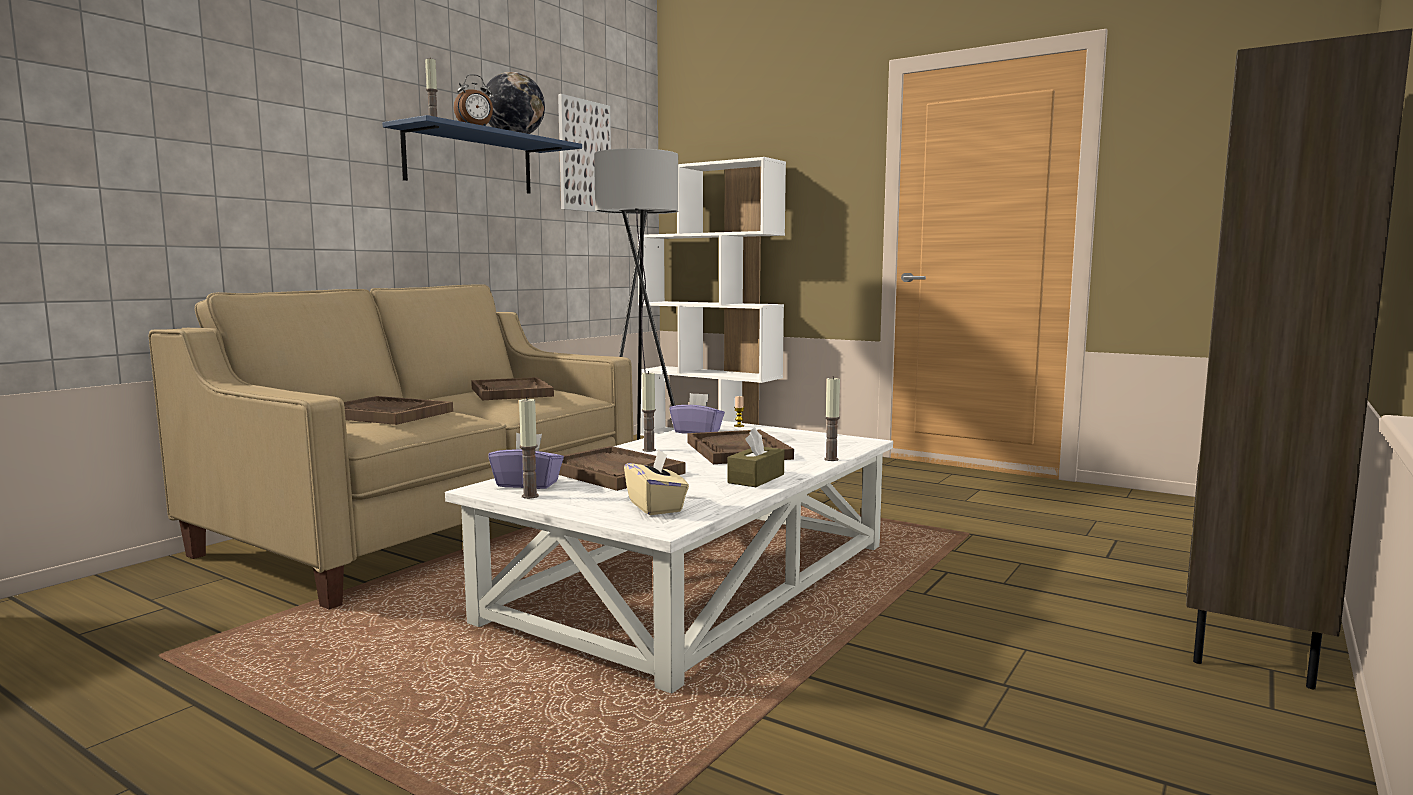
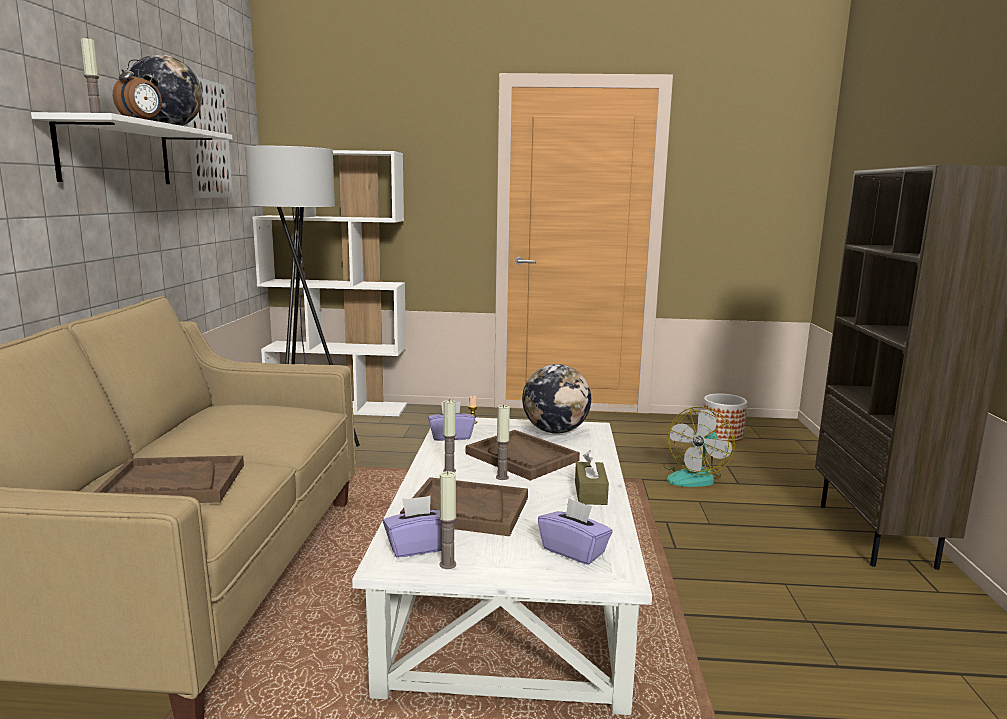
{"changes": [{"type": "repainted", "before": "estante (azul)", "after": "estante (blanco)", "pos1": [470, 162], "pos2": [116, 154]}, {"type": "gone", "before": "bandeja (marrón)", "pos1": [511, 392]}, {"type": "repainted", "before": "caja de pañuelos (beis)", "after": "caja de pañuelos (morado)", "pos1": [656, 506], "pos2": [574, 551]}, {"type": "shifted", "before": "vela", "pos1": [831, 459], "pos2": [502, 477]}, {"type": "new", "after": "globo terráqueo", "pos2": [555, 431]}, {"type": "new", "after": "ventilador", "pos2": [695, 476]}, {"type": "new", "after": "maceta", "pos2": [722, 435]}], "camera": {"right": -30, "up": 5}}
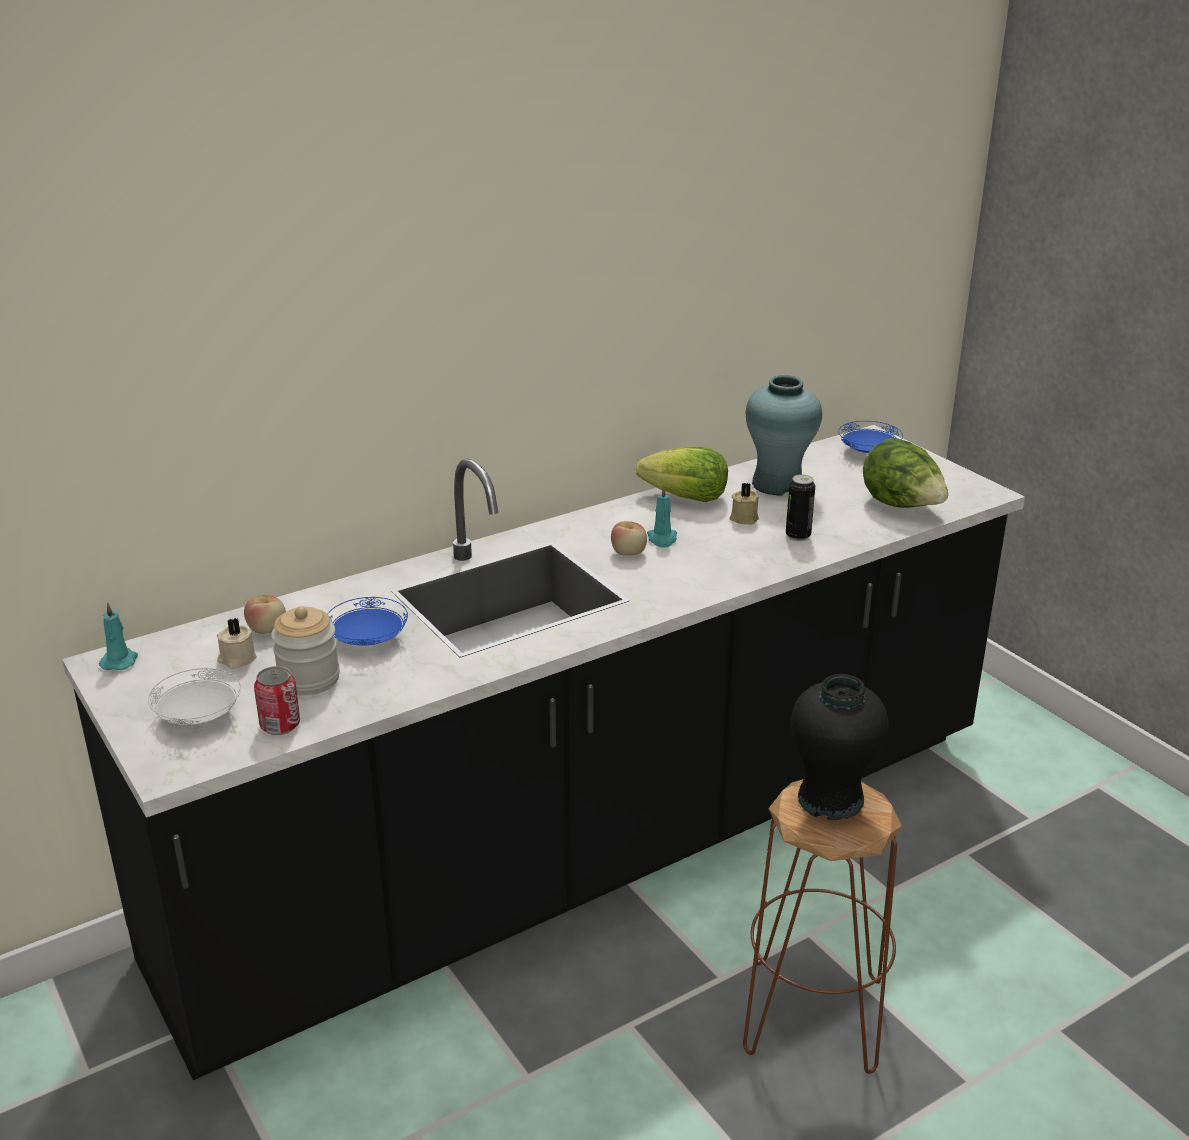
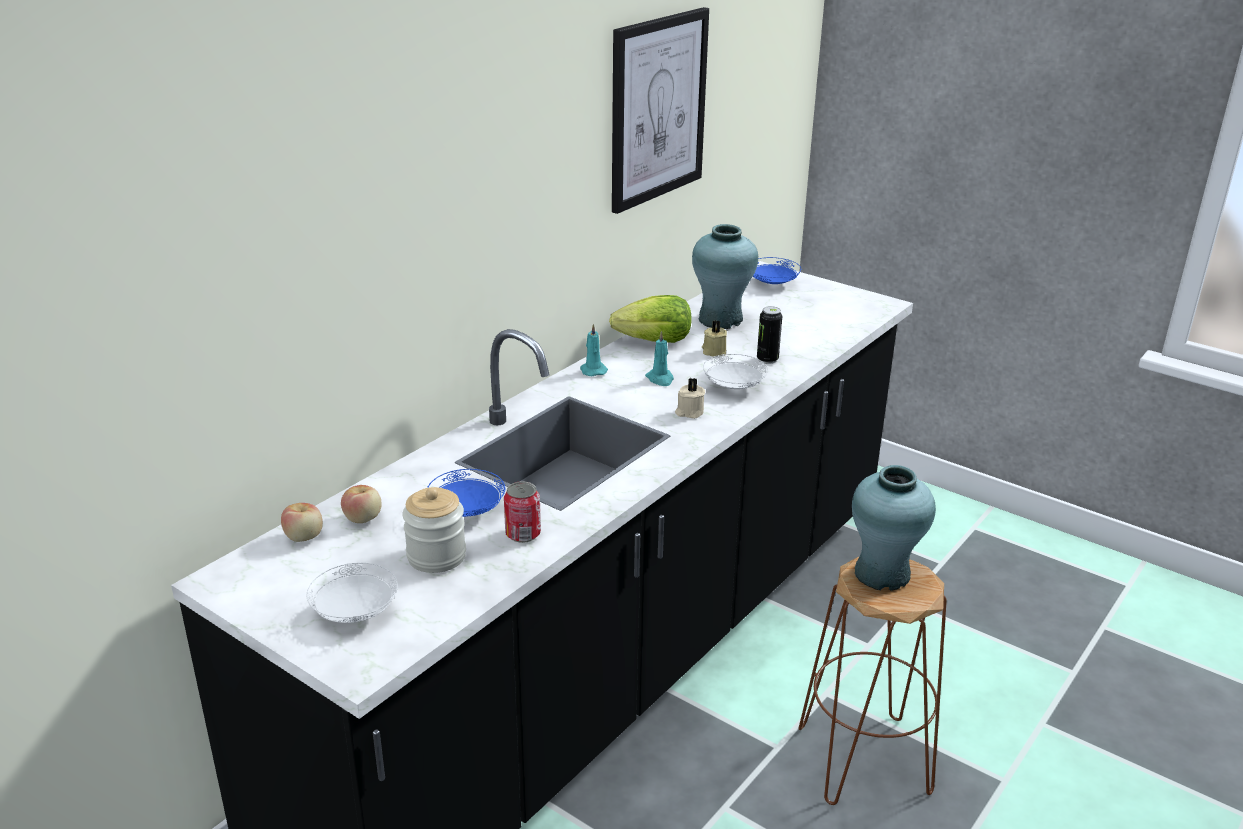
{"changes": [{"type": "shifted", "before": "vela (turquesa)", "pos1": [120, 661], "pos2": [592, 370]}, {"type": "shifted", "before": "vela (beis)", "pos1": [236, 659], "pos2": [689, 412]}, {"type": "shifted", "before": "lata", "pos1": [280, 725], "pos2": [523, 534]}, {"type": "shifted", "before": "manzana", "pos1": [629, 553], "pos2": [304, 537]}, {"type": "repainted", "before": "florero (negro)", "after": "florero (turquesa)", "pos1": [831, 800], "pos2": [882, 574]}, {"type": "gone", "before": "lechuga", "pos1": [902, 506]}, {"type": "new", "after": "cuadro", "pos2": [657, 109]}, {"type": "new", "after": "plato (blanco)", "pos2": [734, 387]}], "camera": {"right": -20, "up": 0}}
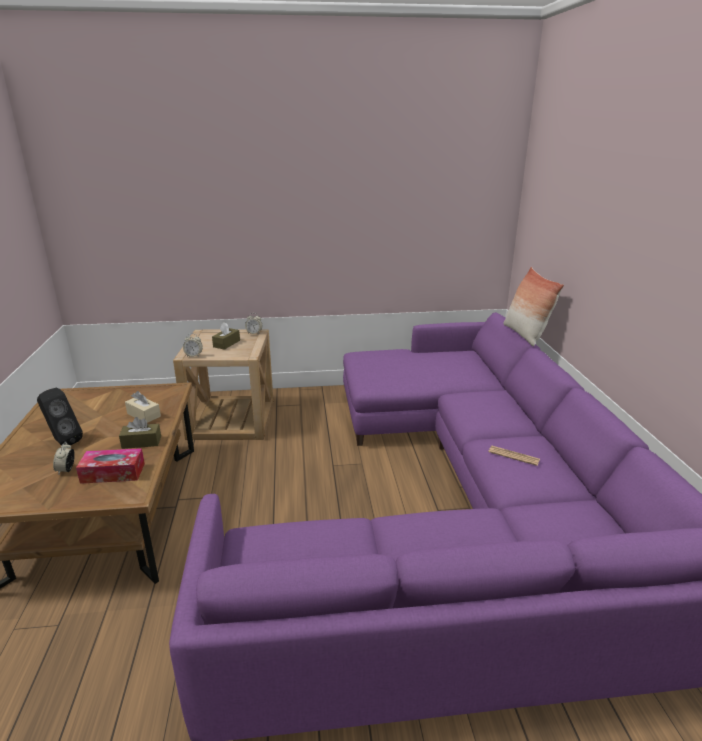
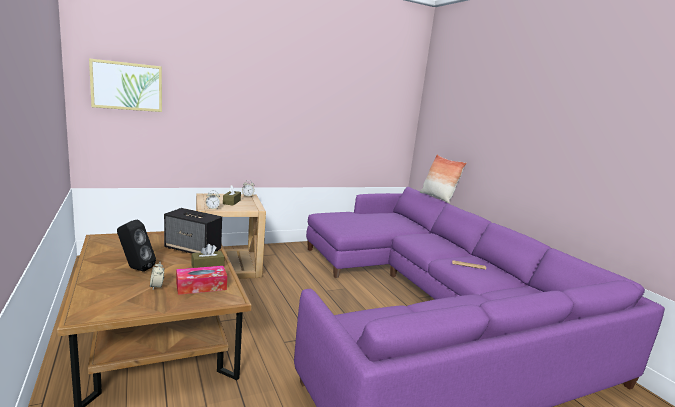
{"changes": [{"type": "swapped", "before": "caja de pañuelos (beis)", "after": "altavoz", "pos1": [144, 415], "pos2": [193, 249]}, {"type": "new", "after": "cuadro", "pos2": [127, 86]}], "camera": {"right": -20, "up": -10}}
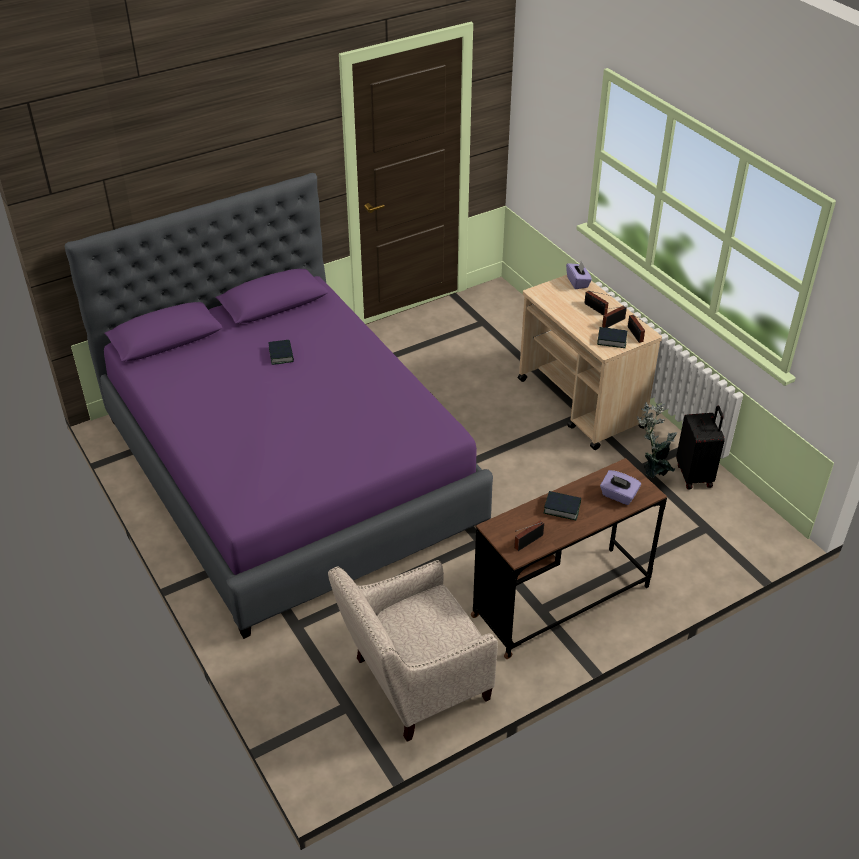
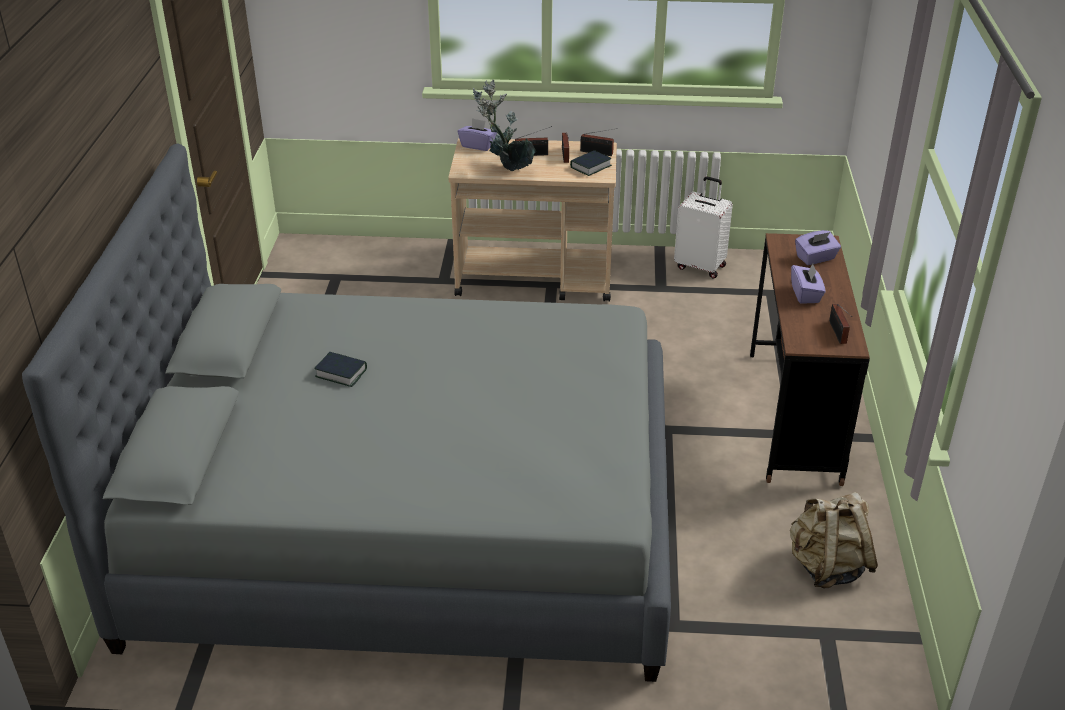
{"changes": [{"type": "repainted", "before": "cama (morado)", "after": "cama (gris)", "pos1": [289, 471], "pos2": [409, 522]}, {"type": "swapped", "before": "sillón (beis)", "after": "mochila (beis)", "pos1": [413, 682], "pos2": [827, 567]}, {"type": "swapped", "before": "libro", "after": "caja de pañuelos (morado)", "pos1": [562, 508], "pos2": [806, 294]}, {"type": "shifted", "before": "planta en maceta", "pos1": [653, 470], "pos2": [507, 171]}, {"type": "repainted", "before": "maleta (negro)", "after": "maleta (blanco)", "pos1": [695, 475], "pos2": [700, 266]}], "camera": {"right": -55, "up": -5}}
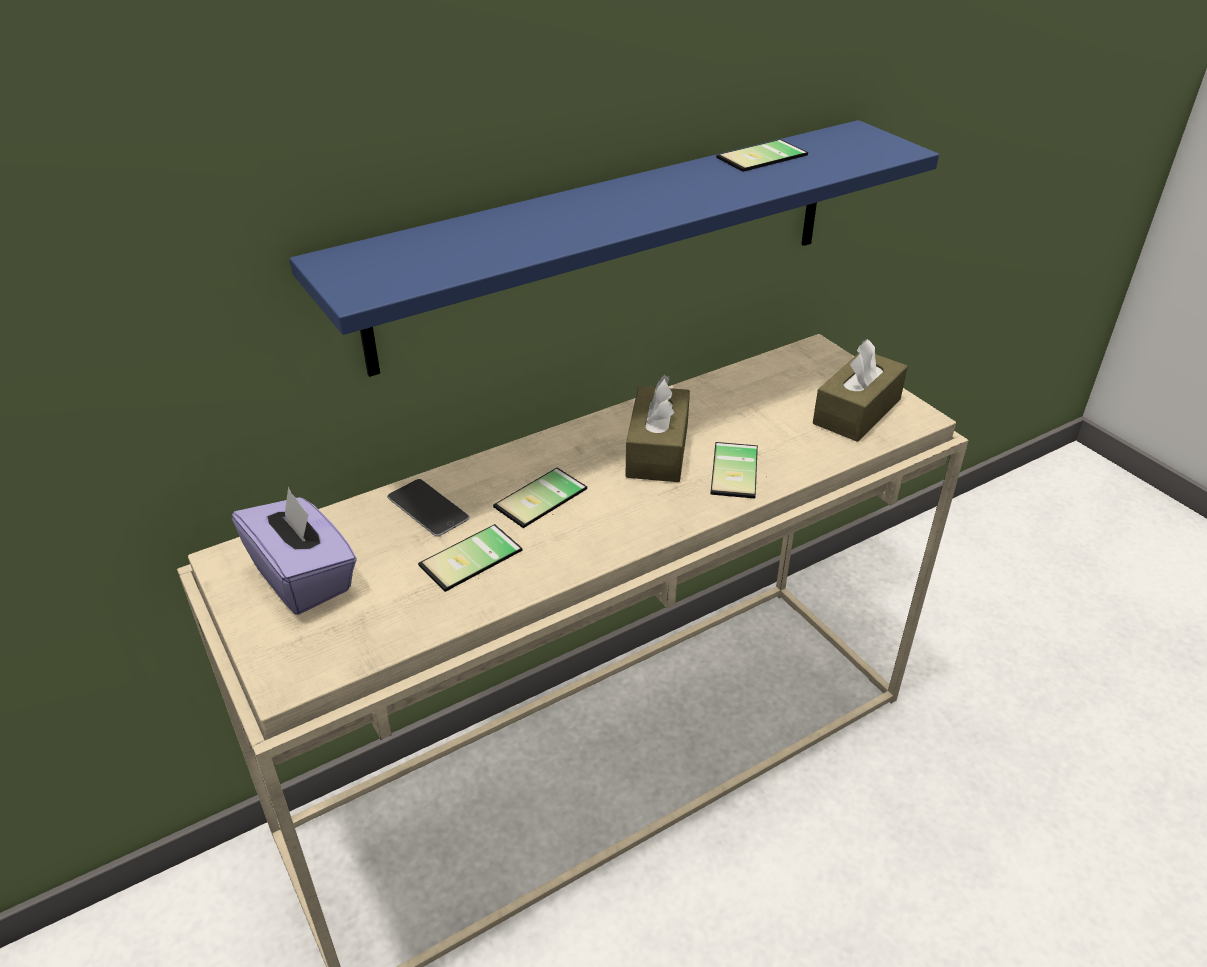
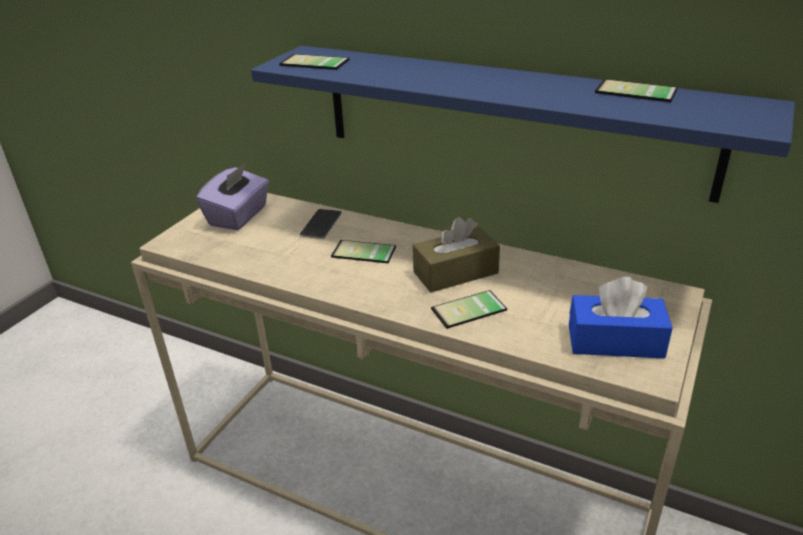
{"changes": [{"type": "shifted", "before": "móvil", "pos1": [473, 560], "pos2": [313, 63]}, {"type": "repainted", "before": "caja de pañuelos (marrón)", "after": "caja de pañuelos (azul)", "pos1": [857, 411], "pos2": [615, 341]}], "camera": {"right": 60, "up": -5}}
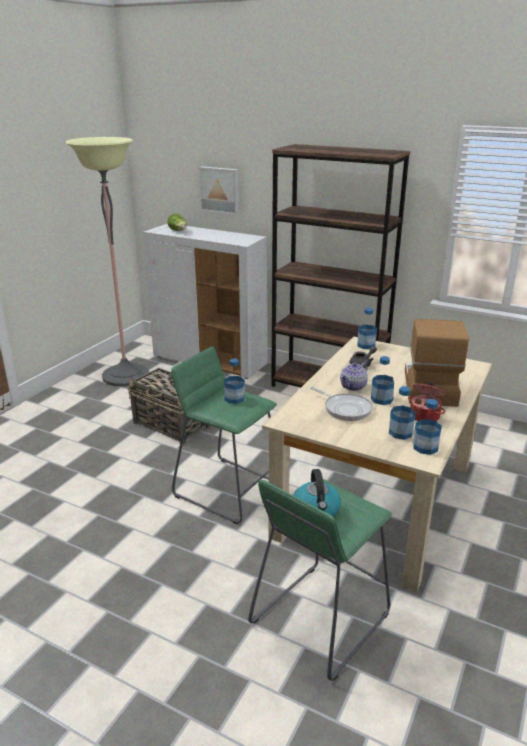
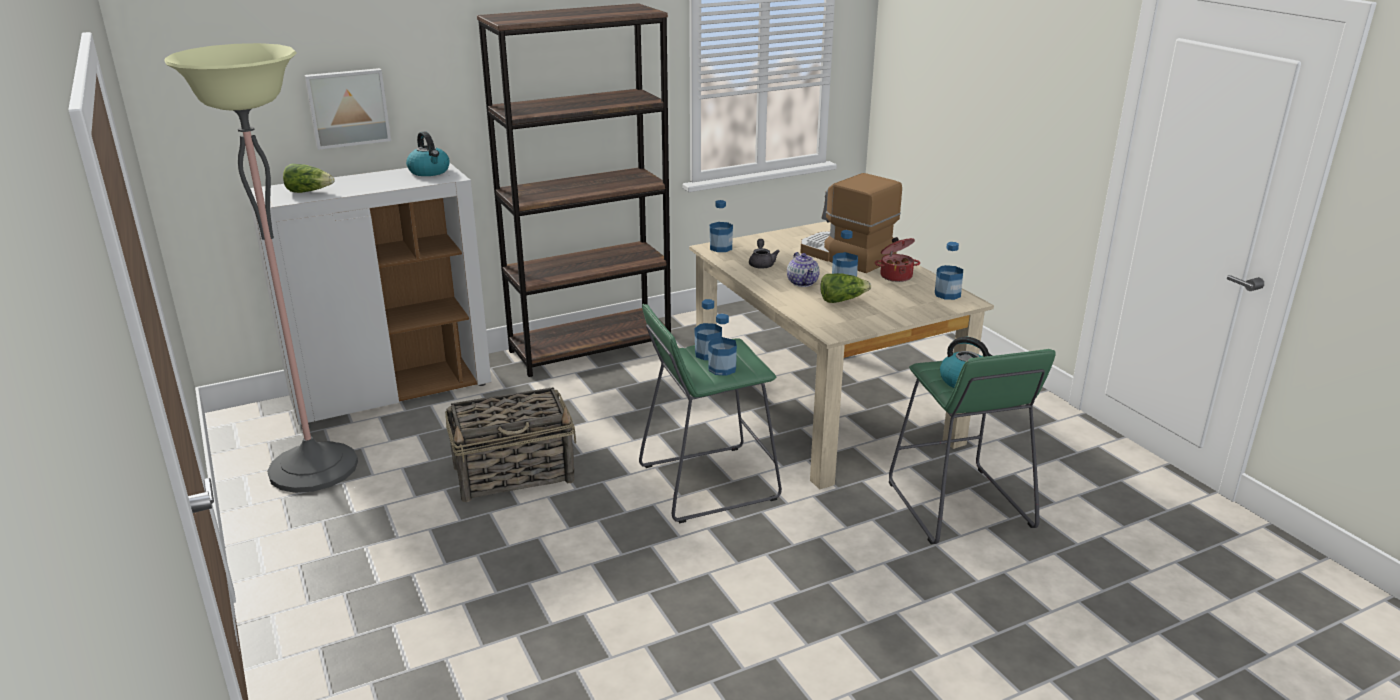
{"changes": [{"type": "swapped", "before": "sartén", "after": "lechuga", "pos1": [345, 409], "pos2": [842, 300]}, {"type": "shifted", "before": "botella", "pos1": [400, 432], "pos2": [722, 369]}, {"type": "new", "after": "hervidor", "pos2": [429, 171]}], "camera": {"right": -55, "up": 0}}
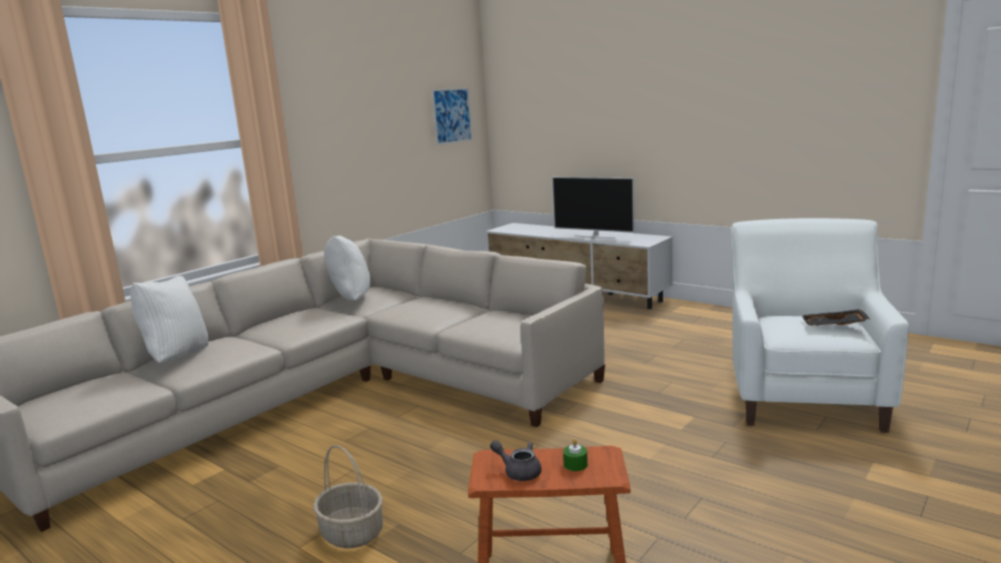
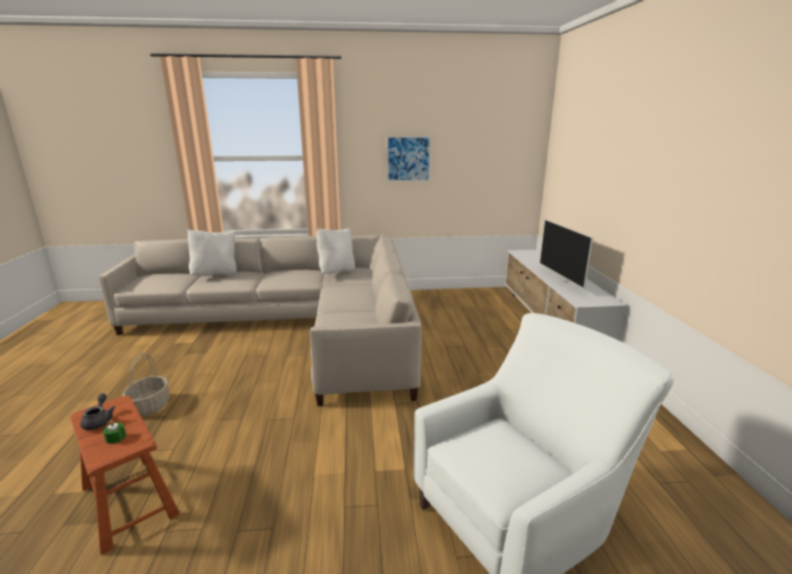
{"changes": [{"type": "shifted", "before": "cuadro", "pos1": [452, 115], "pos2": [408, 159]}, {"type": "gone", "before": "bandeja (negro)", "pos1": [834, 325]}], "camera": {"right": 45, "up": 5}}
